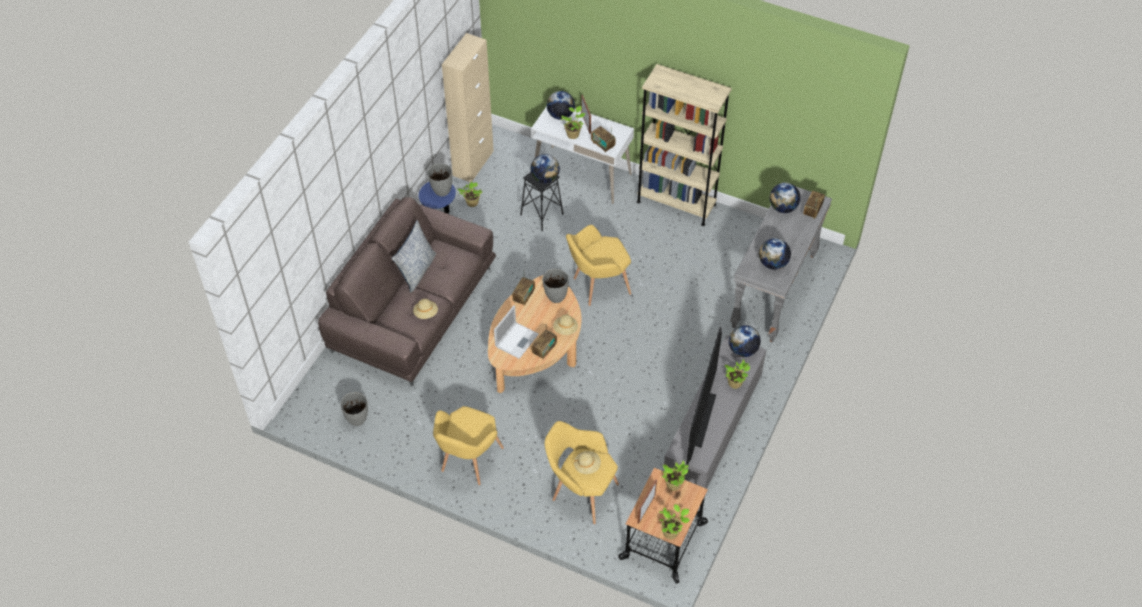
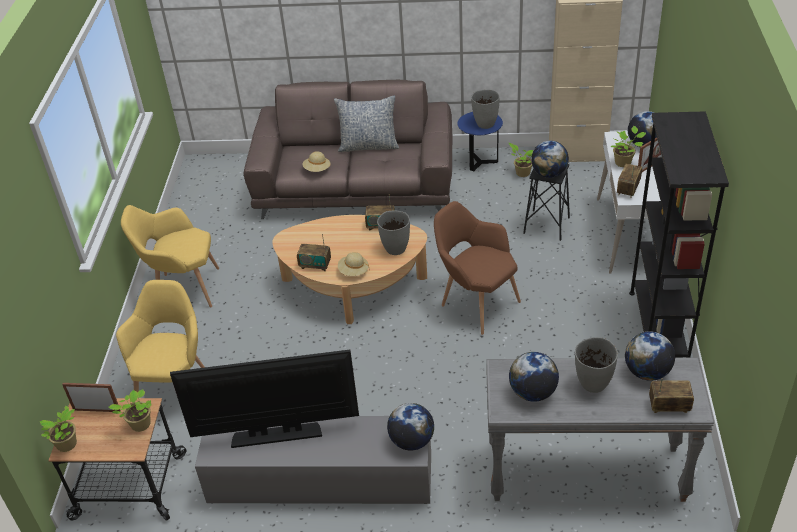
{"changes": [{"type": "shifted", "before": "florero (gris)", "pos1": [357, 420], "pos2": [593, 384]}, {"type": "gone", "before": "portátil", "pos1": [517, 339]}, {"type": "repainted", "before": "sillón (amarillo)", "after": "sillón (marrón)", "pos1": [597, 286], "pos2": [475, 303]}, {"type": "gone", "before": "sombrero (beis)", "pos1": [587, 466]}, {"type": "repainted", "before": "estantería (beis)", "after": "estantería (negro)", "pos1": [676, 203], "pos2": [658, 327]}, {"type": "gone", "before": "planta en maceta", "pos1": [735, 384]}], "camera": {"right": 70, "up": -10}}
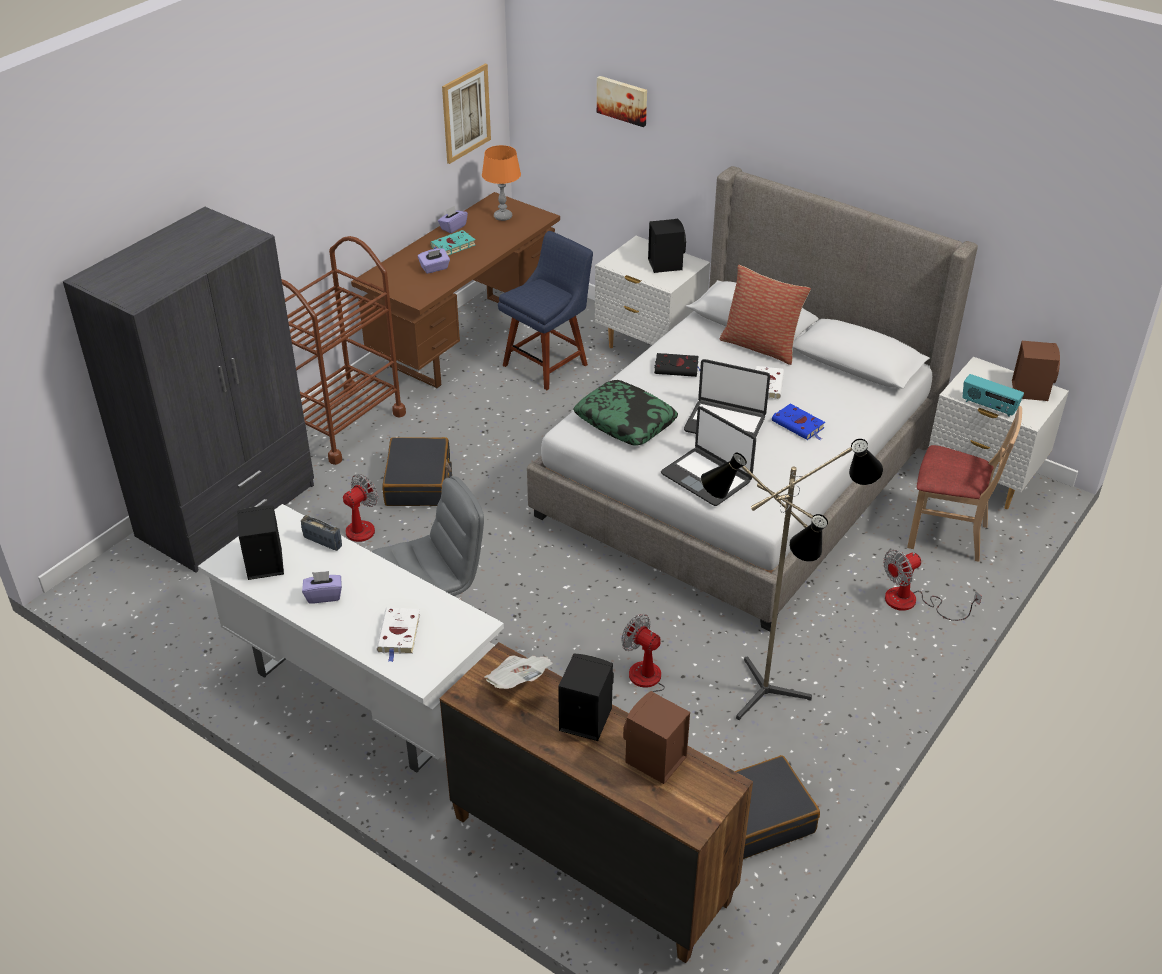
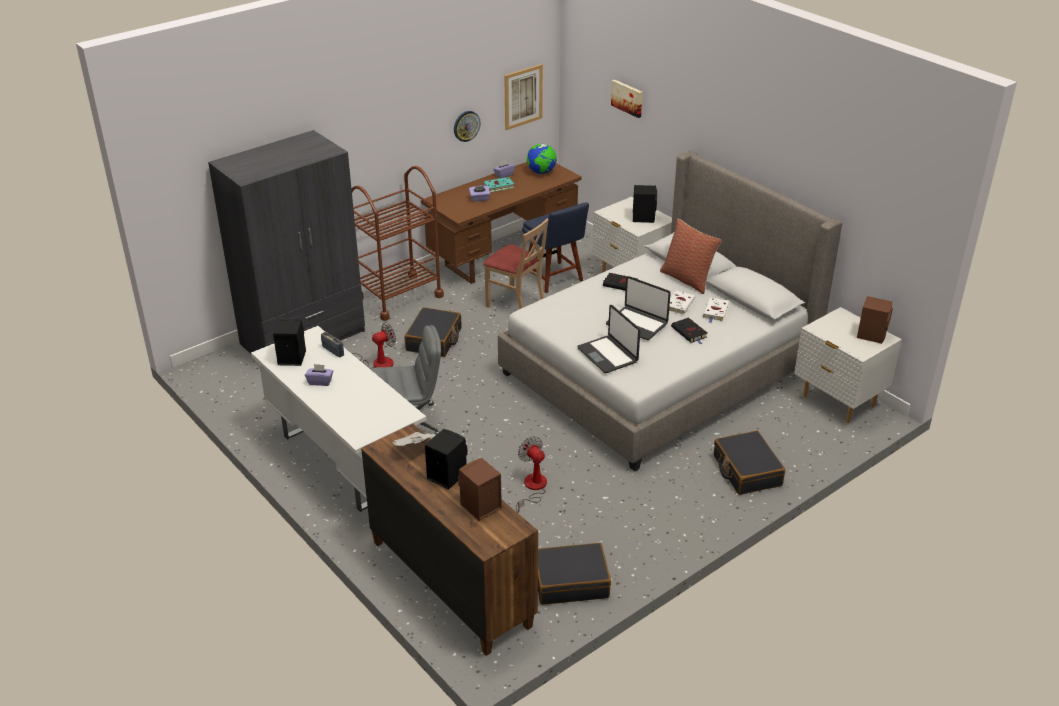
{"changes": [{"type": "shifted", "before": "libro (blanco)", "pos1": [399, 635], "pos2": [715, 312]}, {"type": "swapped", "before": "lámpara de mesa (naranja)", "after": "globo terráqueo", "pos1": [503, 217], "pos2": [541, 172]}, {"type": "rotated", "before": "silla (azul)", "pos1": [548, 363], "pos2": [554, 278], "turn": 90}, {"type": "gone", "before": "cojín", "pos1": [625, 421]}, {"type": "gone", "before": "lámpara de pie", "pos1": [765, 700]}, {"type": "repainted", "before": "libro (azul)", "after": "libro (negro)", "pos1": [799, 425], "pos2": [690, 333]}, {"type": "swapped", "before": "ventilador", "after": "maleta (negro)", "pos1": [912, 602], "pos2": [746, 471]}, {"type": "shifted", "before": "silla (beis)", "pos1": [947, 534], "pos2": [516, 304]}, {"type": "gone", "before": "radio", "pos1": [988, 407]}, {"type": "new", "after": "reloj de pared", "pos2": [466, 126]}], "camera": {"right": 15, "up": -5}}
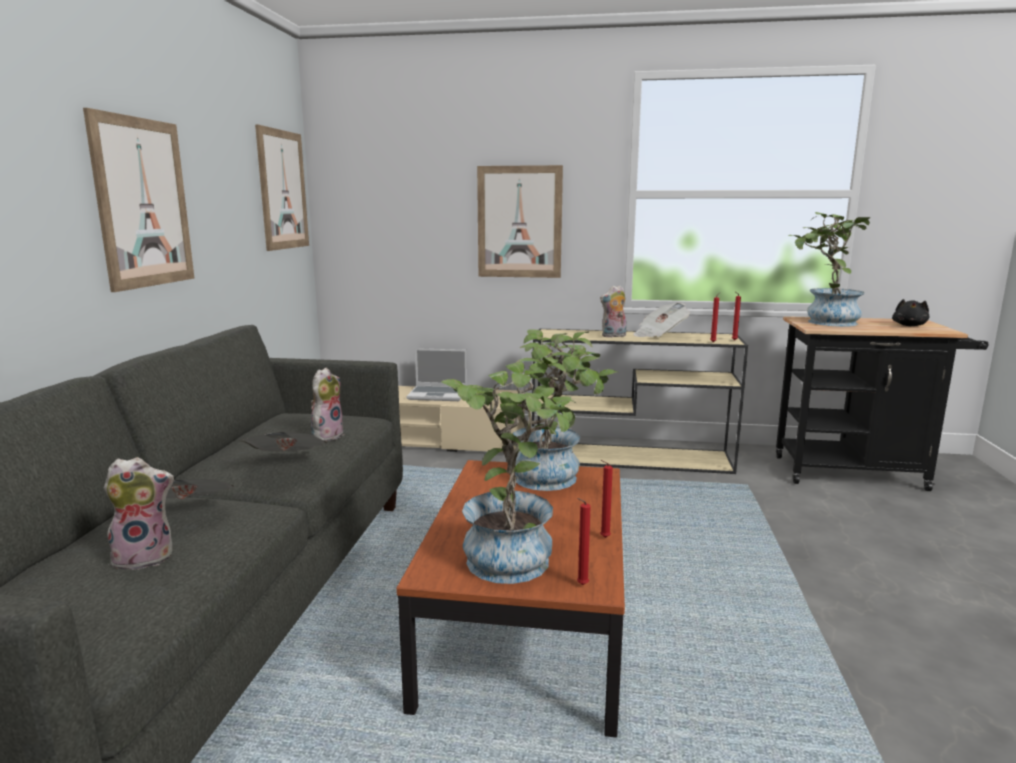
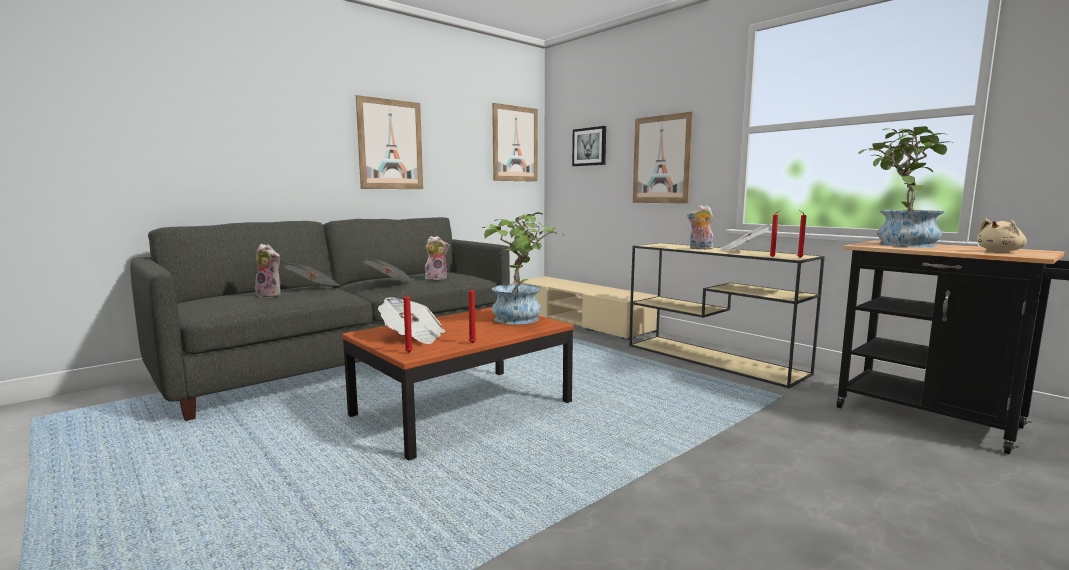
{"changes": [{"type": "gone", "before": "portátil", "pos1": [438, 395]}, {"type": "swapped", "before": "planta en maceta", "after": "periódico", "pos1": [514, 555], "pos2": [413, 337]}, {"type": "repainted", "before": "peluche (negro)", "after": "peluche (beis)", "pos1": [909, 325], "pos2": [1000, 251]}, {"type": "new", "after": "cuadro", "pos2": [589, 146]}], "camera": {"right": 40, "up": -5}}
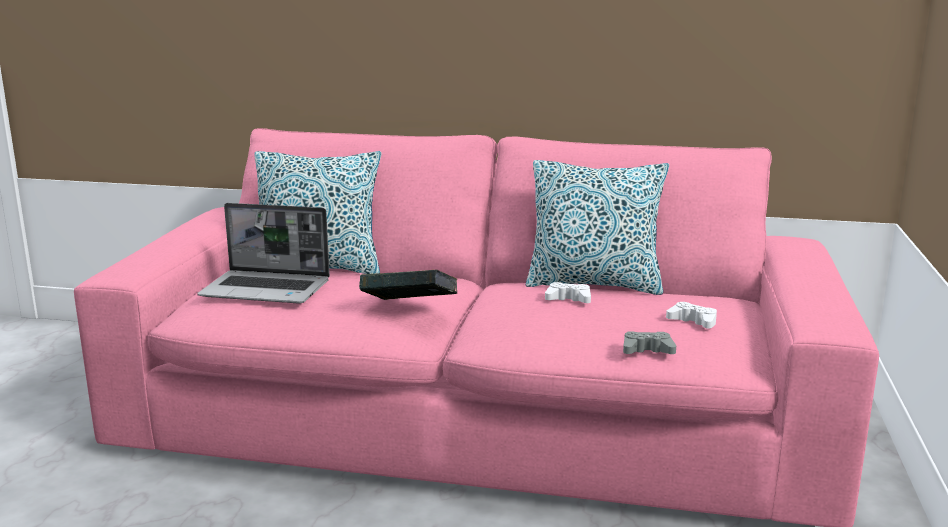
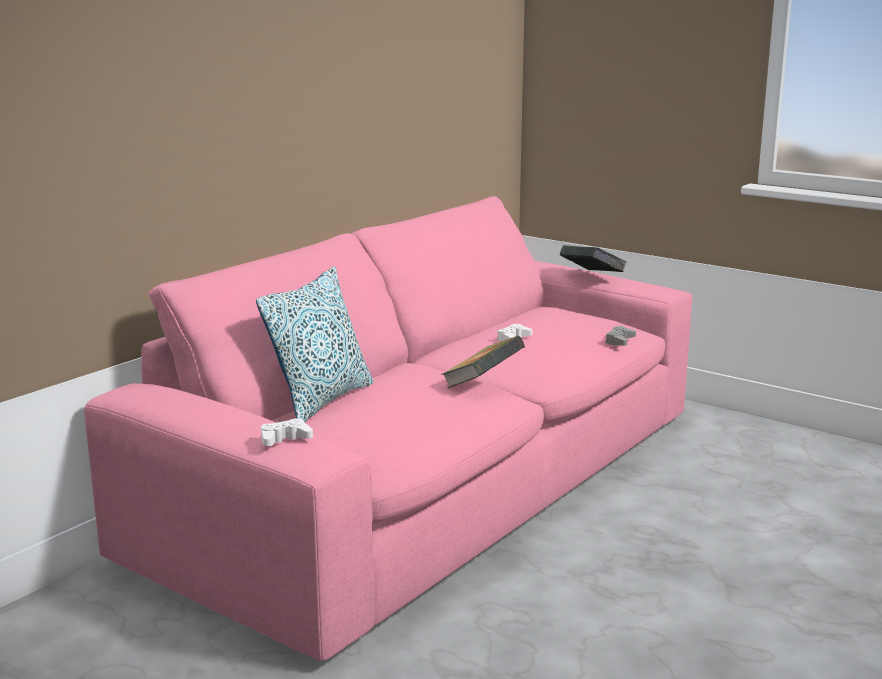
{"changes": [{"type": "gone", "before": "portátil", "pos1": [267, 289]}, {"type": "gone", "before": "cojín", "pos1": [594, 284]}, {"type": "shifted", "before": "mando de consola (blanco)", "pos1": [693, 321], "pos2": [284, 439]}, {"type": "new", "after": "libro", "pos2": [592, 277]}], "camera": {"right": -65, "up": 0}}
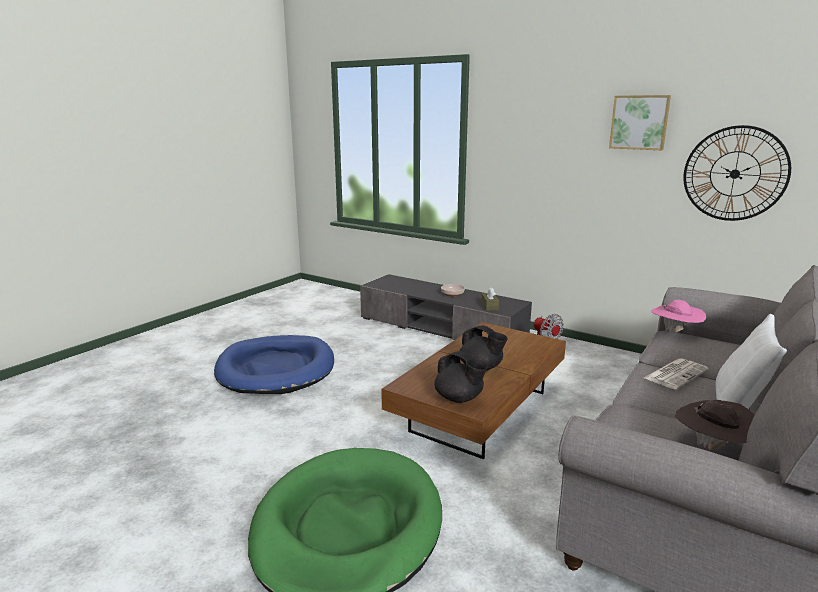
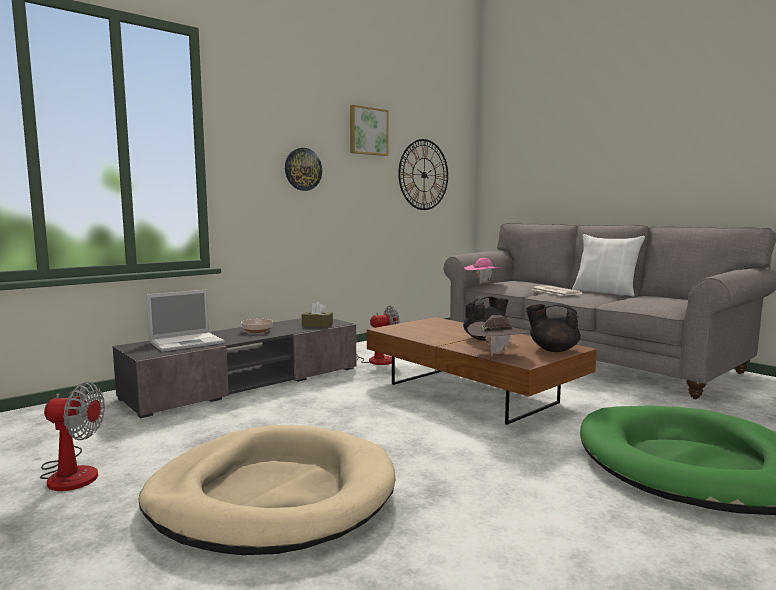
{"changes": [{"type": "repainted", "before": "cama para perro (azul)", "after": "cama para perro (beis)", "pos1": [276, 369], "pos2": [272, 495]}, {"type": "rotated", "before": "tetera (negro)", "pos1": [459, 398], "pos2": [552, 350], "turn": -135}, {"type": "shifted", "before": "sombrero (marrón)", "pos1": [712, 448], "pos2": [496, 354]}, {"type": "new", "after": "ventilador", "pos2": [71, 473]}, {"type": "new", "after": "portátil", "pos2": [188, 342]}, {"type": "new", "after": "reloj de pared", "pos2": [303, 169]}], "camera": {"right": -75, "up": -10}}
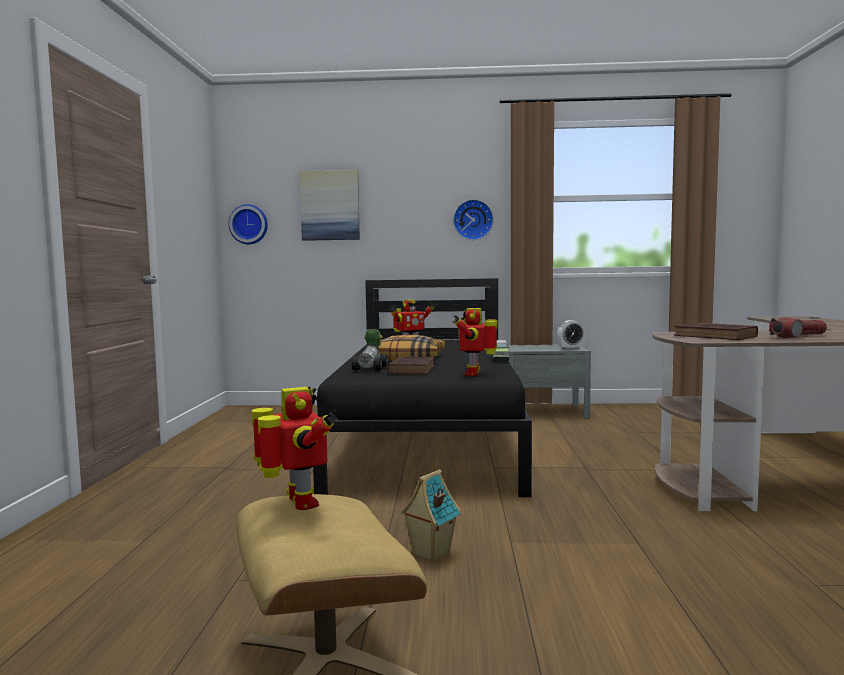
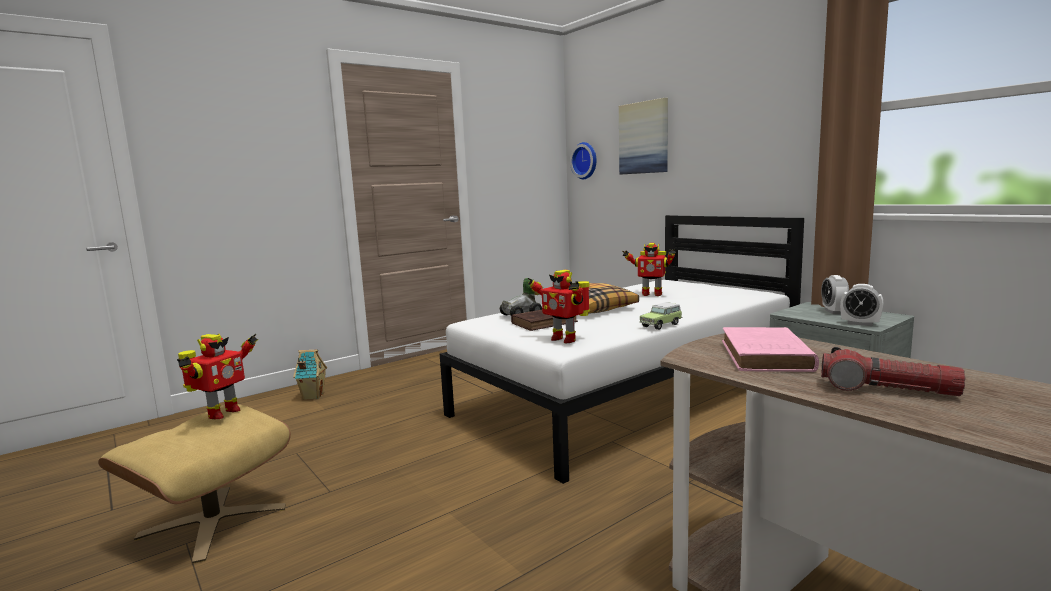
{"changes": [{"type": "repainted", "before": "cama (negro)", "after": "cama (blanco)", "pos1": [429, 439], "pos2": [630, 394]}, {"type": "shifted", "before": "casita", "pos1": [430, 553], "pos2": [313, 396]}, {"type": "rotated", "before": "robot de juguete", "pos1": [474, 373], "pos2": [564, 339], "turn": -105}, {"type": "gone", "before": "reloj de pared", "pos1": [473, 220]}, {"type": "repainted", "before": "libro (marrón)", "after": "libro (rosa)", "pos1": [717, 336], "pos2": [766, 357]}, {"type": "new", "after": "despertador", "pos2": [833, 312]}], "camera": {"right": 50, "up": 5}}
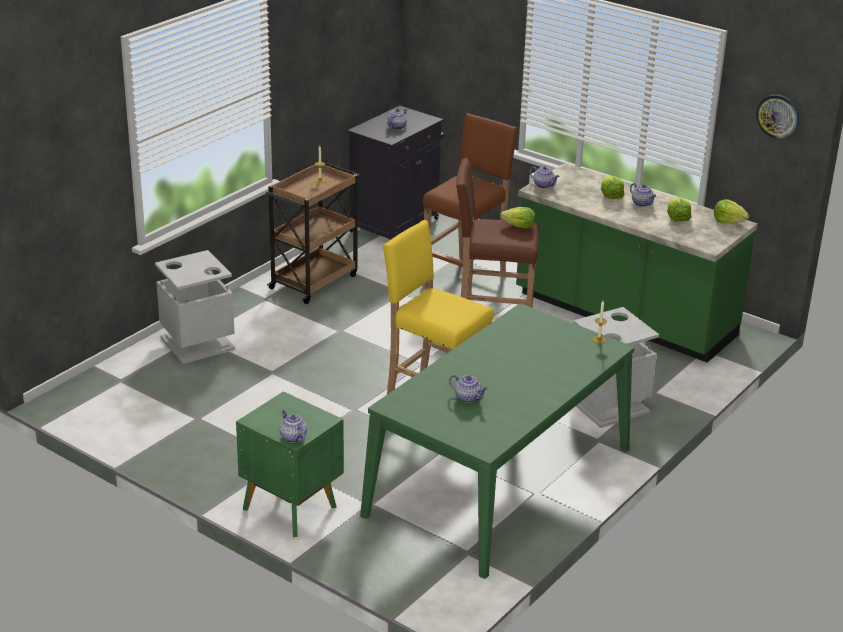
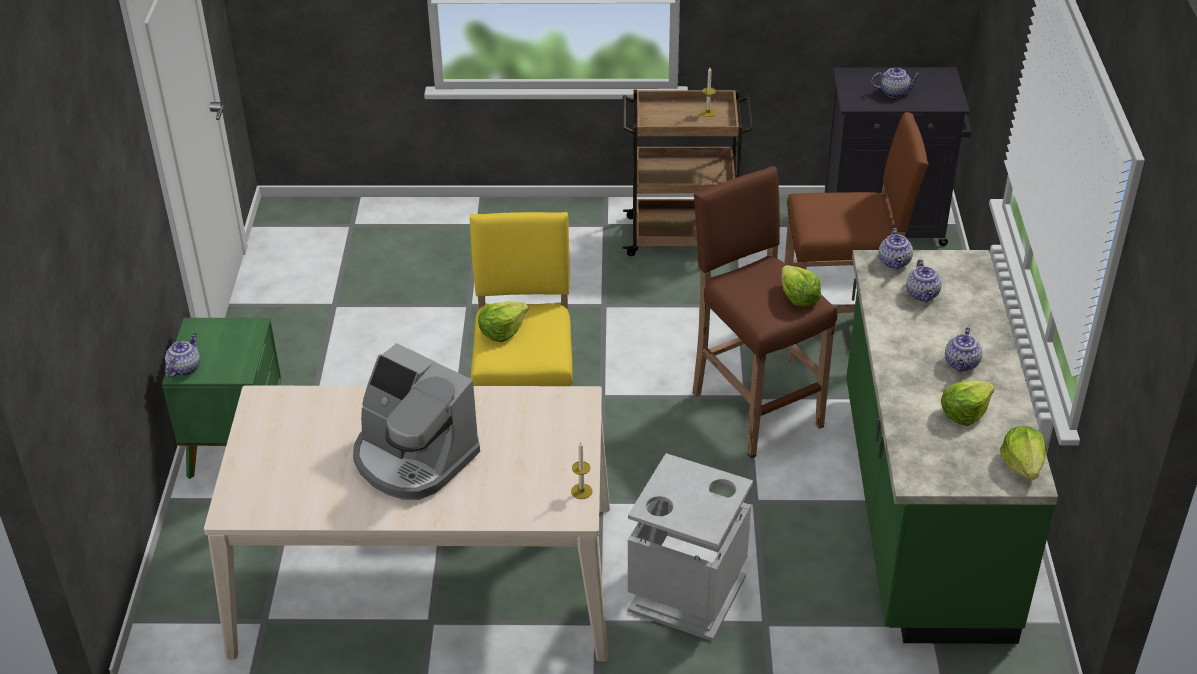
{"changes": [{"type": "gone", "before": "papelera (gris)", "pos1": [197, 343]}, {"type": "repainted", "before": "mesa de comedor (verde)", "after": "mesa de comedor (beis)", "pos1": [499, 481], "pos2": [426, 578]}, {"type": "shifted", "before": "tetera", "pos1": [468, 398], "pos2": [922, 295]}, {"type": "shifted", "before": "lechuga", "pos1": [610, 195], "pos2": [502, 331]}, {"type": "gone", "before": "reloj de pared", "pos1": [777, 116]}, {"type": "new", "after": "cafetera", "pos2": [413, 458]}], "camera": {"right": 55, "up": 10}}
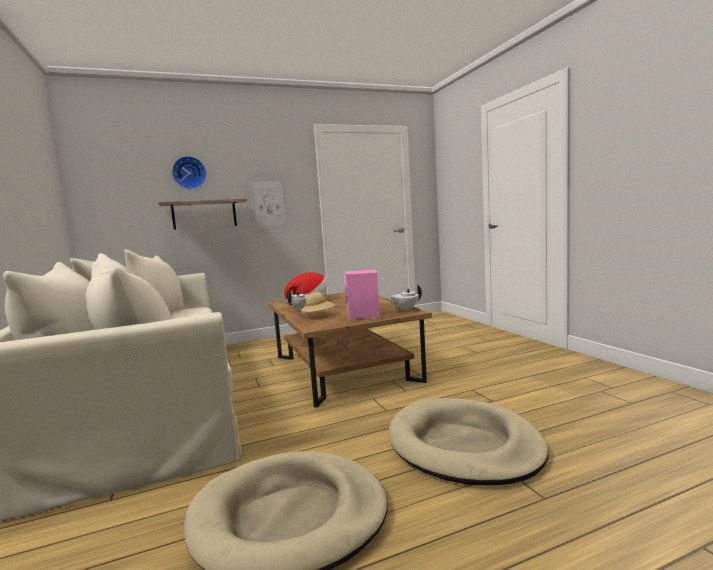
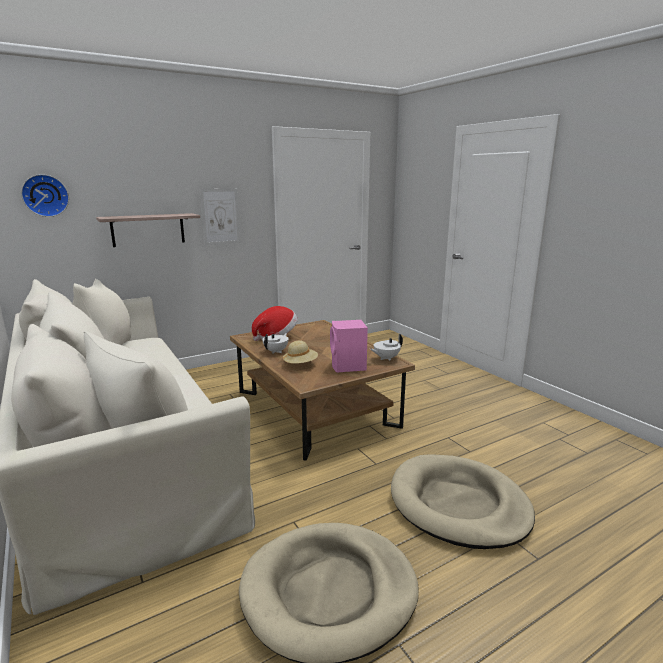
{"changes": [{"type": "shifted", "before": "reloj de pared", "pos1": [189, 173], "pos2": [45, 195]}], "camera": {"right": -10, "up": 10}}
